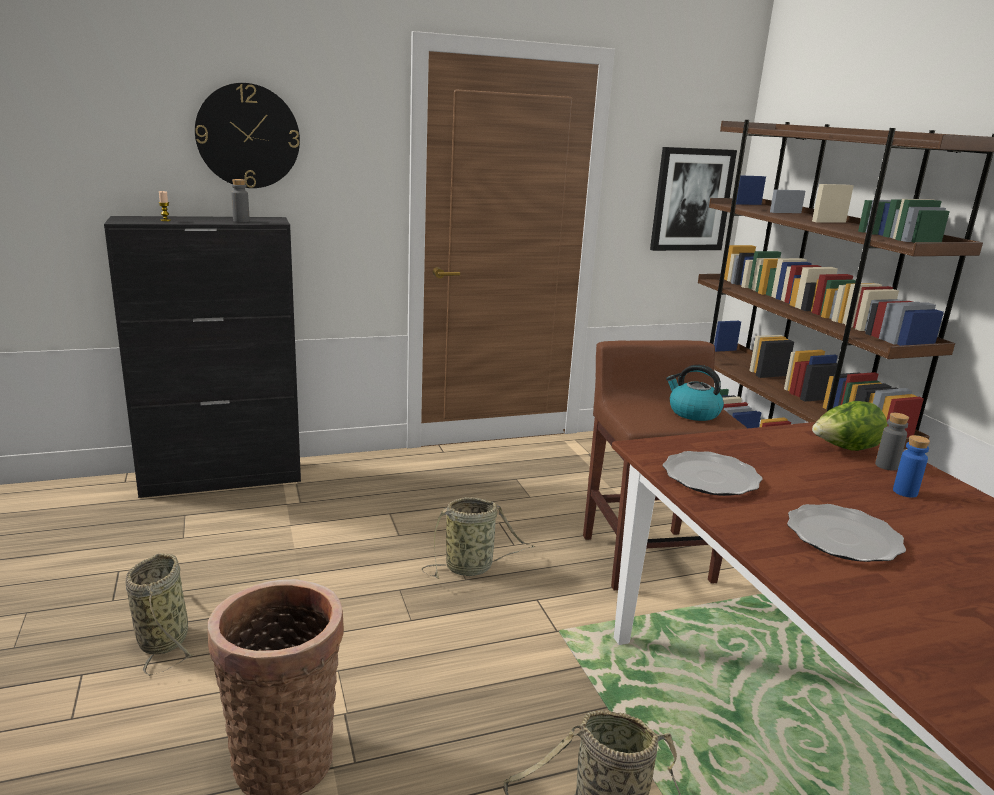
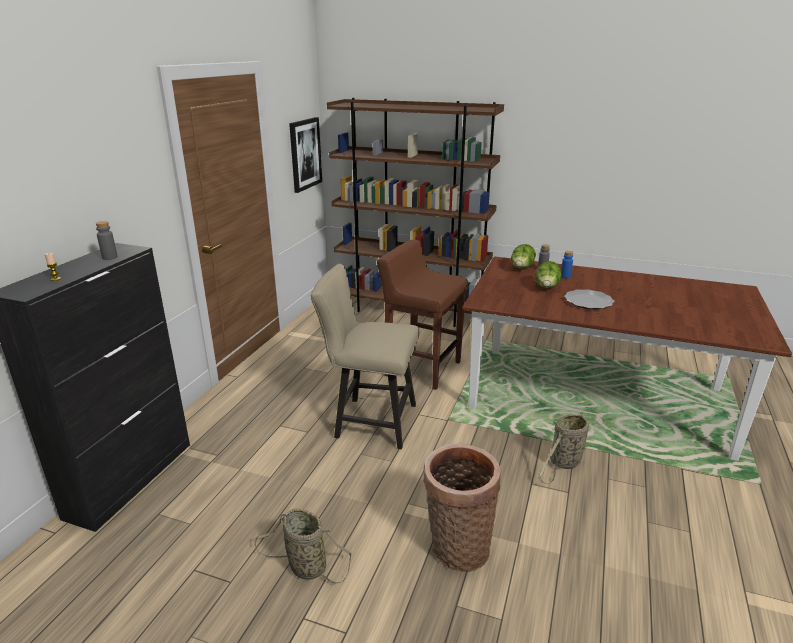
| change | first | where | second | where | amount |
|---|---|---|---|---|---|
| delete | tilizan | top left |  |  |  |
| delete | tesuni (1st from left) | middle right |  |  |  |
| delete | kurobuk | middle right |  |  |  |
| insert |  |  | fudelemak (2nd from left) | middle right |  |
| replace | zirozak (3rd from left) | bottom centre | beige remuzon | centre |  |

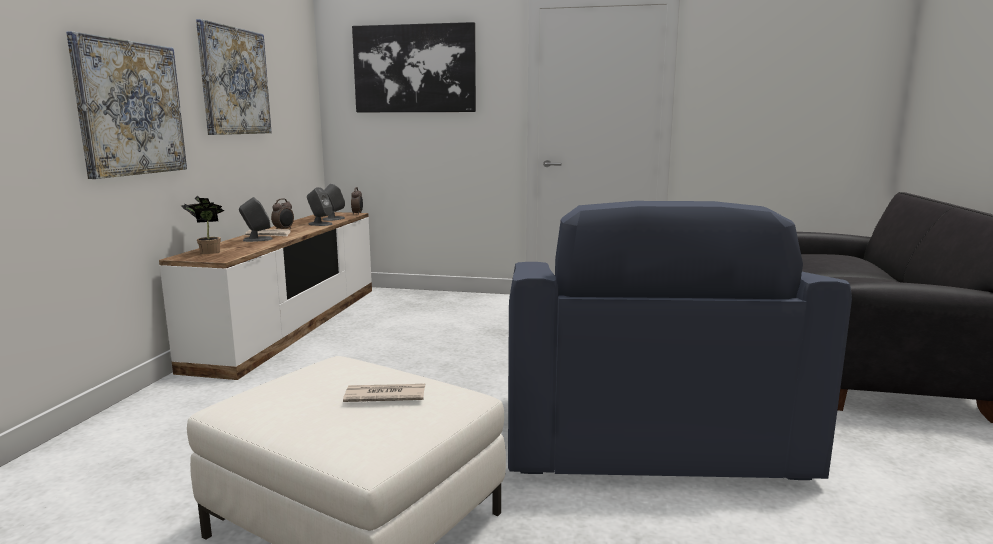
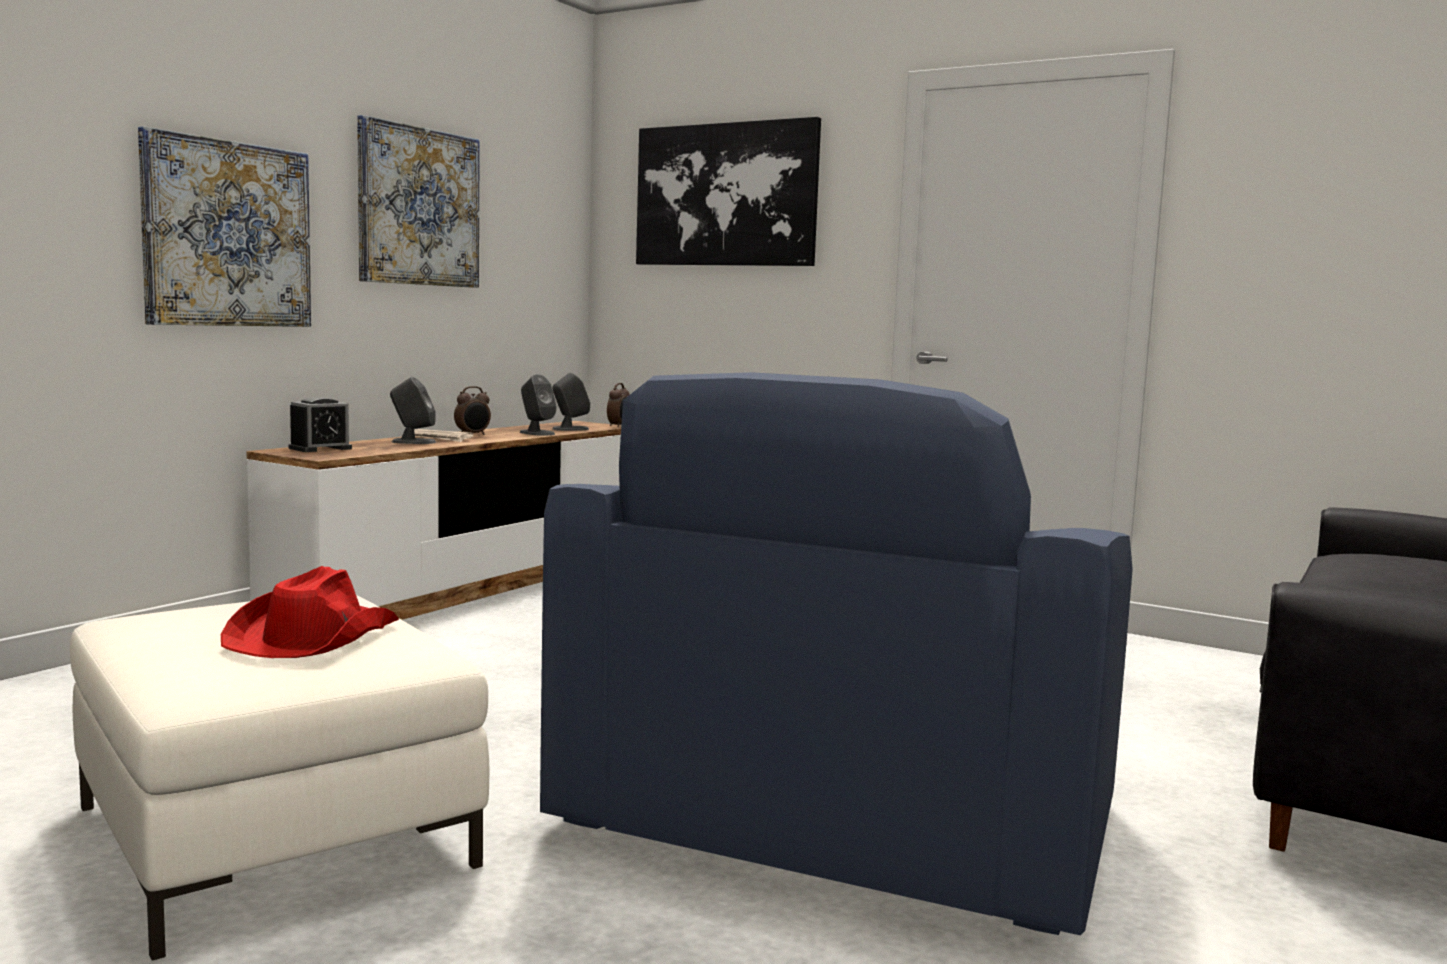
| change | first | where | second | where | amount |
|---|---|---|---|---|---|
| replace | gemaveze | middle left | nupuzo (1st from left) | middle left |  |
| replace | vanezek (2nd from left) | bottom centre | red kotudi | middle left |  |

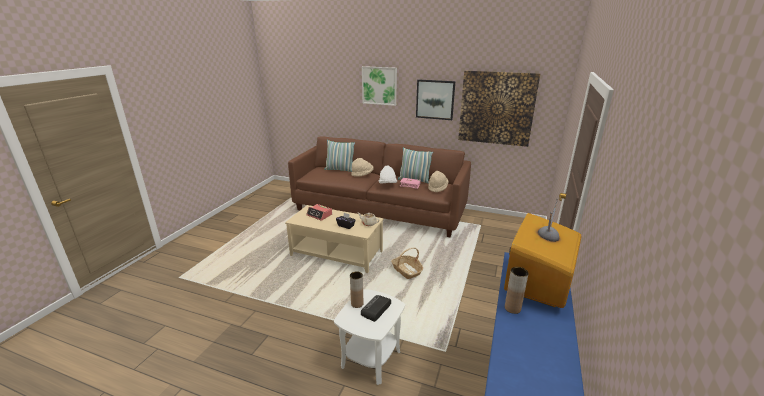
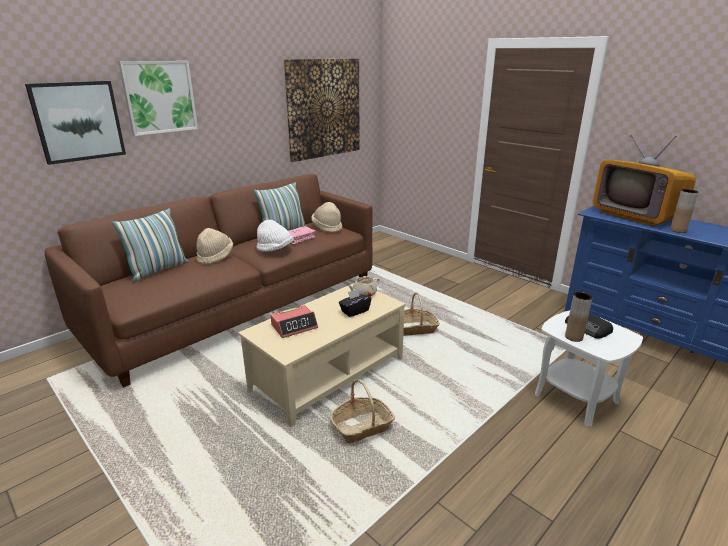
| change | first | where | second | where | amount |
|---|---|---|---|---|---|
| insert |  |  | zirozak (1st from left) | bottom centre |  |
| move | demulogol (2nd from left in the first image) | top centre | demulogol (1st from left) | top left |  |

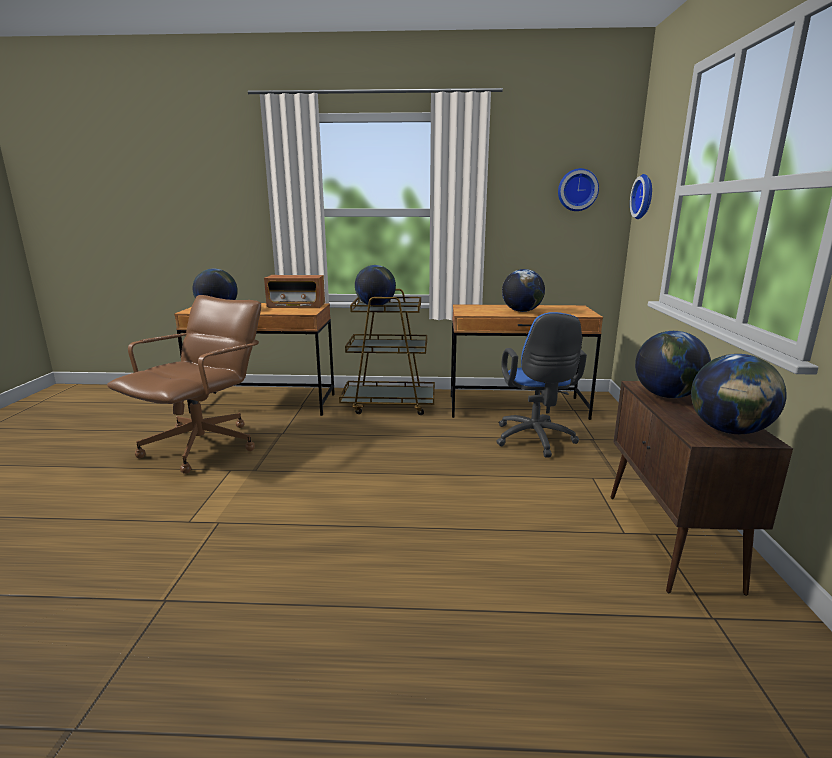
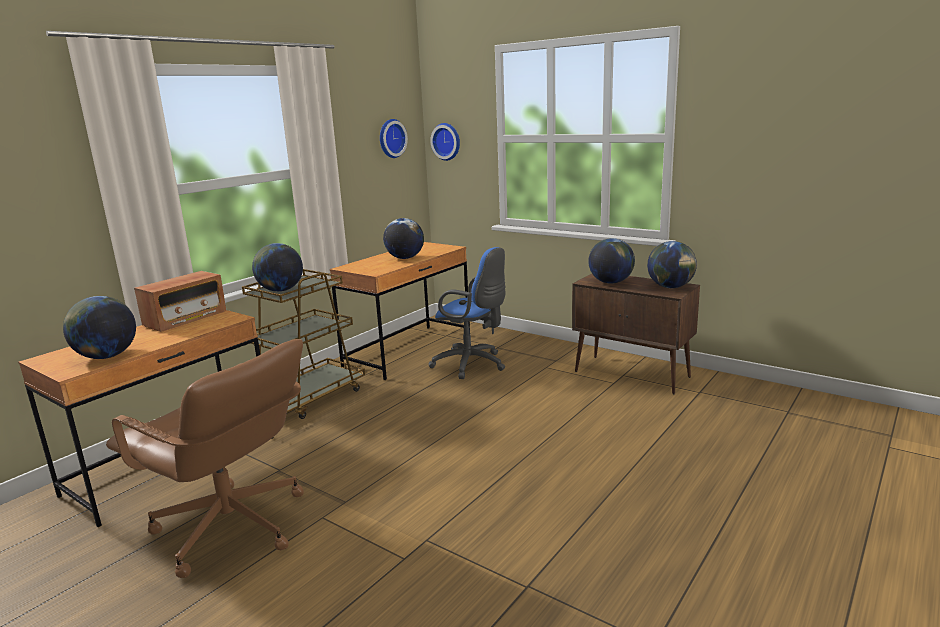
| change | first | where | second | where | amount |
|---|---|---|---|---|---|
| rotate | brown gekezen | middle left |  | bottom left | 150 degrees clockwise |

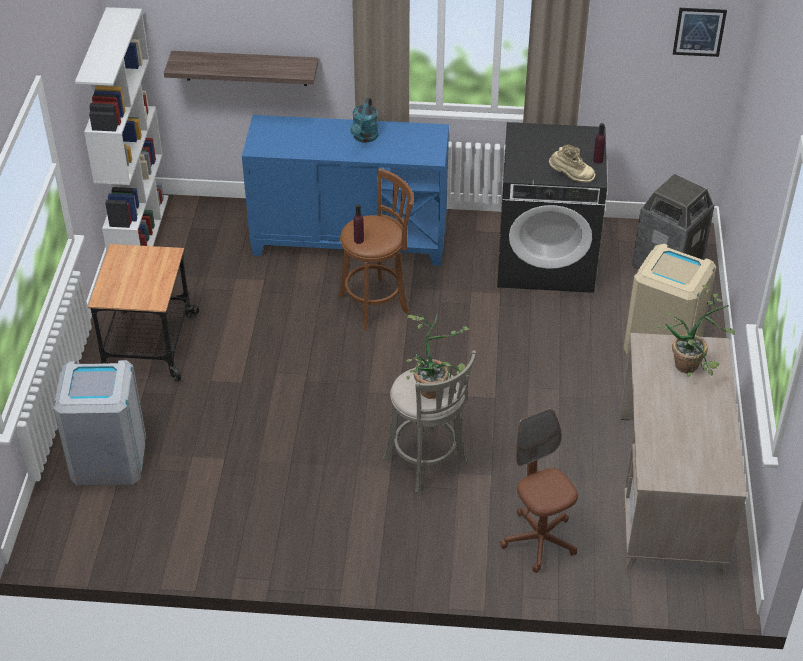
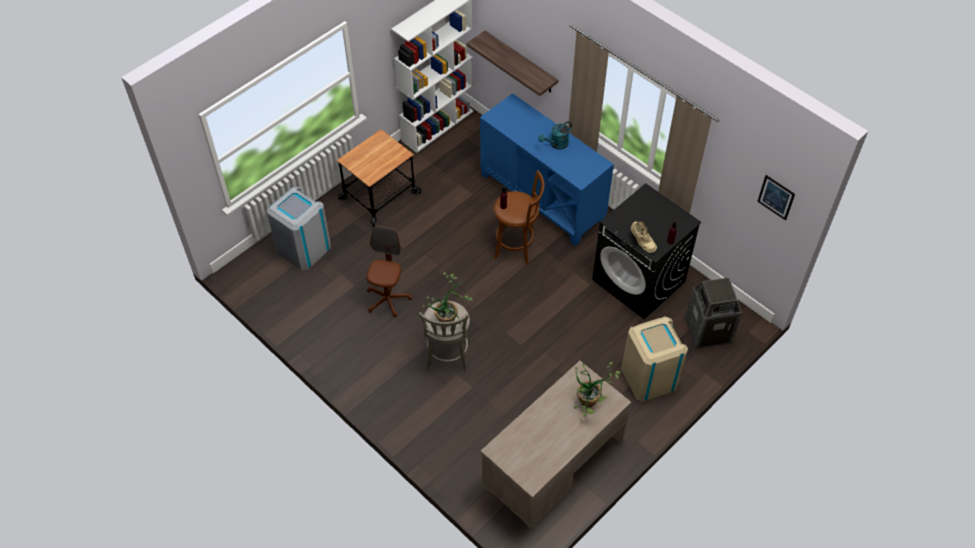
| change | first | where | second | where | amount |
|---|---|---|---|---|---|
| move | brown gekezen | bottom right |  | centre |  |

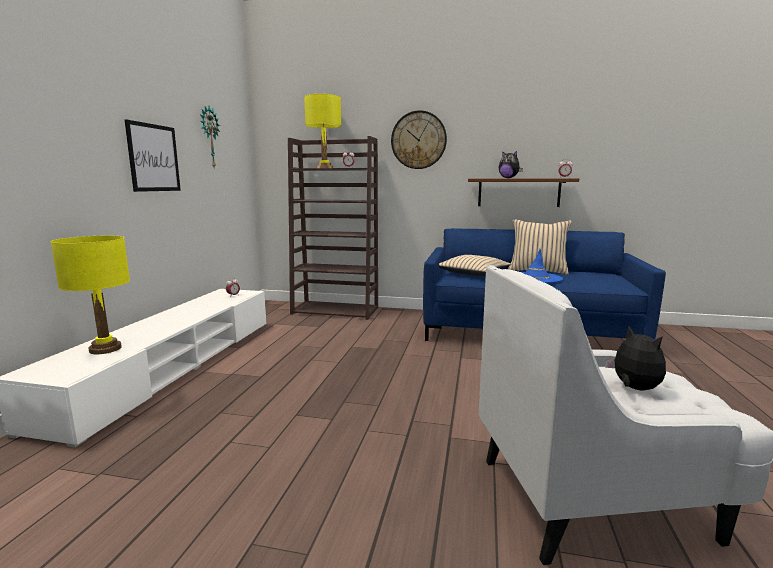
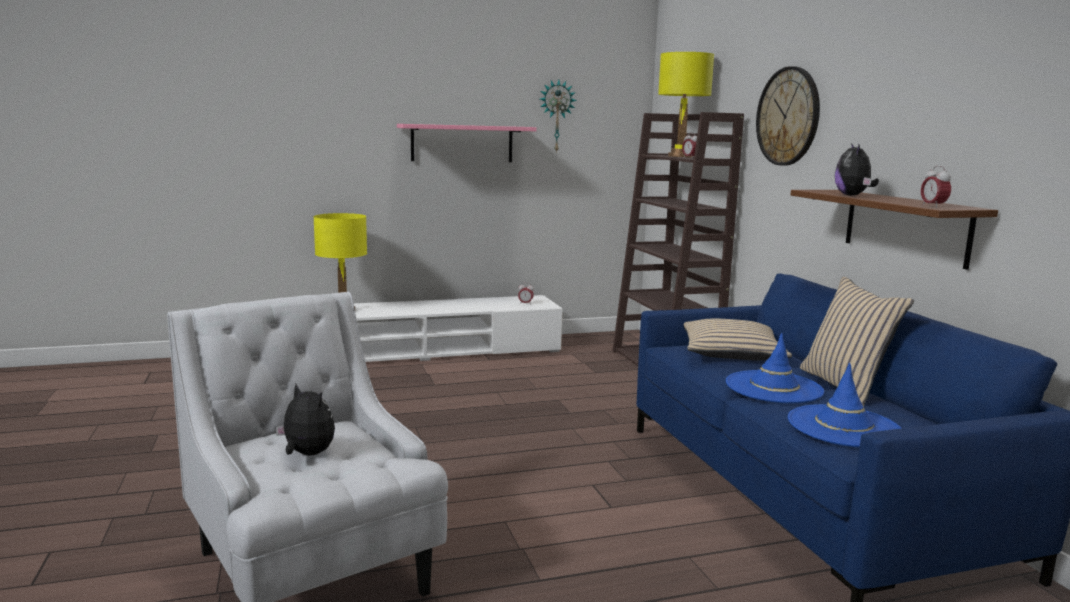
| change | first | where | second | where | amount |
|---|---|---|---|---|---|
| insert |  |  | blue kotudi (2nd from left) | bottom right |  |
| replace | demulogol | top left | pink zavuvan | top centre |  |
| rotate | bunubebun (2nd from left in the first image) | middle right | bunubebun (1st from left) | bottom left | 90 degrees counterclockwise |

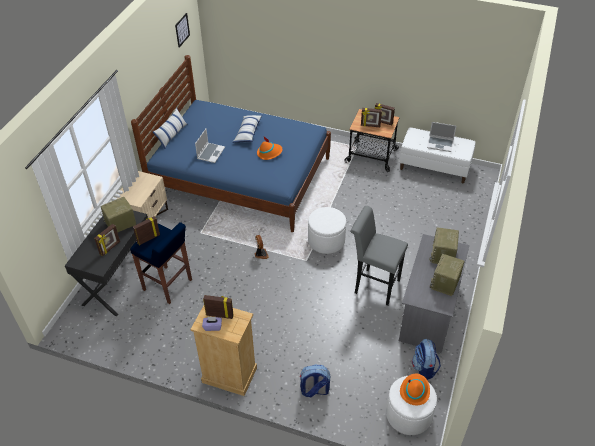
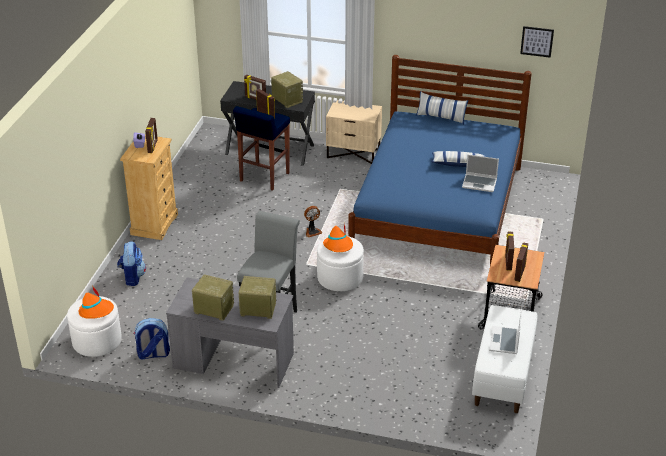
| change | first | where | second | where | amount |
|---|---|---|---|---|---|
| move | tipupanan (1st from left) | top centre |  | middle right |  |
| move | orange kotudi (1st from left in the first image) | top centre | orange kotudi (2nd from left) | centre |  |

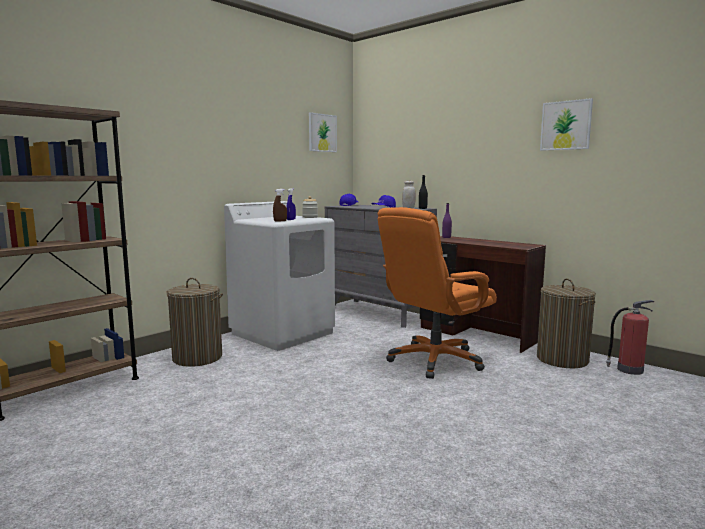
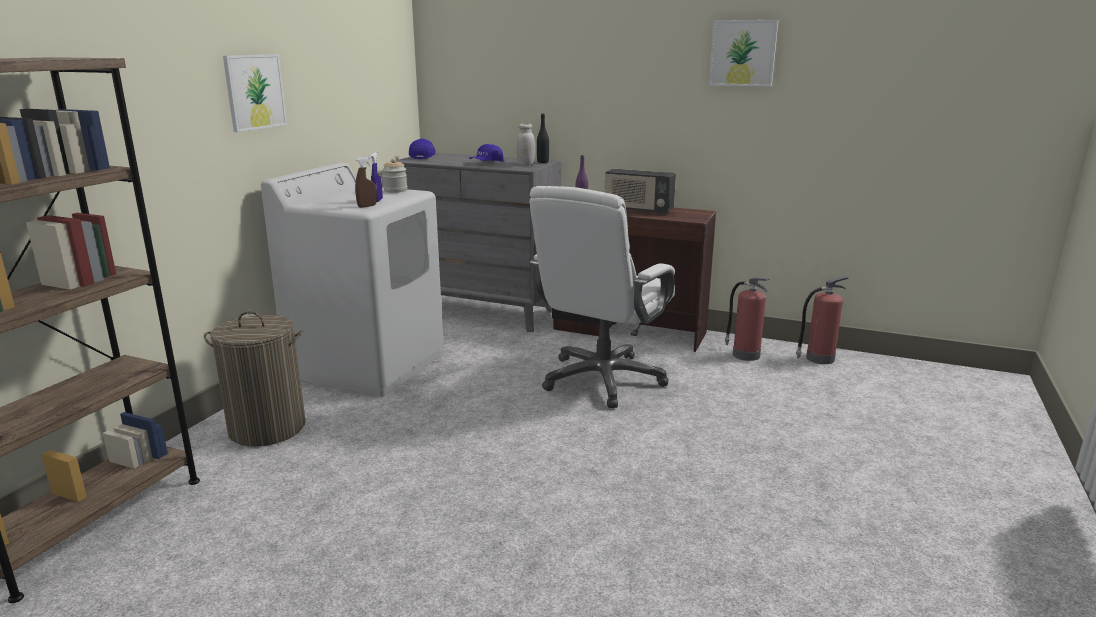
| change | first | where | second | where | amount |
|---|---|---|---|---|---|
| insert |  |  | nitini | top centre |  |
| move | demulogol (1st from left) | top centre |  | top left |  |
| replace | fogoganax (2nd from left) | middle right | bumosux (1st from left) | middle right |  |
| recolor | orange gekezen | centre | white gekezen | centre |  |

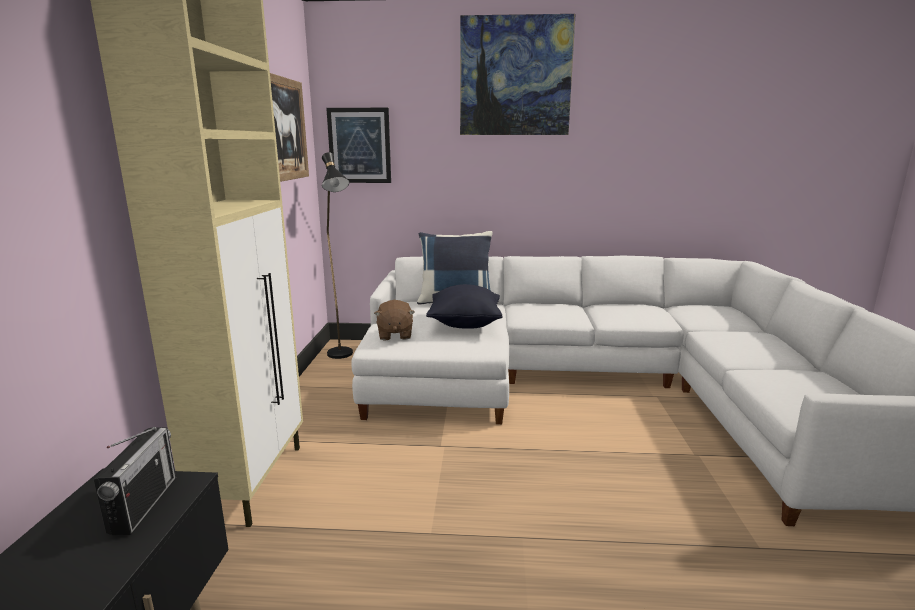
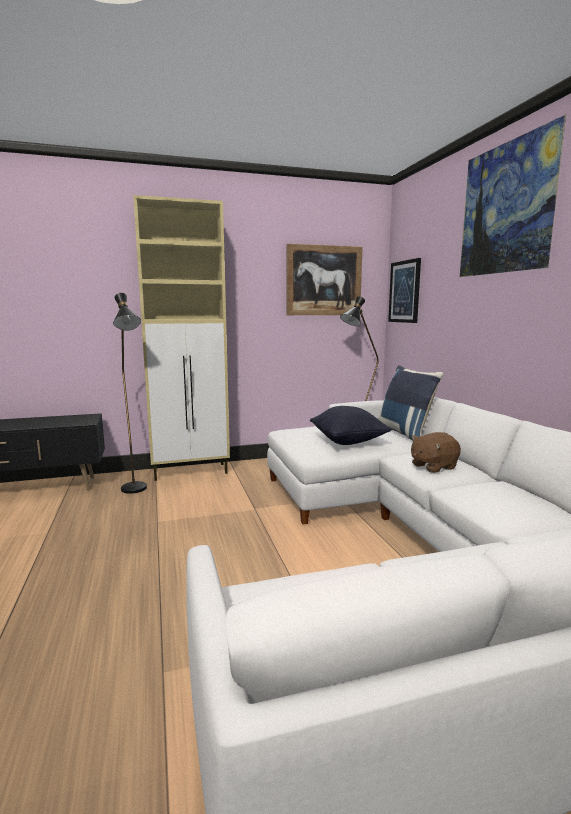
| change | first | where | second | where | amount |
|---|---|---|---|---|---|
| delete | nitini | bottom left |  |  |  |
| insert |  |  | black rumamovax (1st from left) | middle left |  |
| move | brown bunubebun | centre |  | middle right |  |

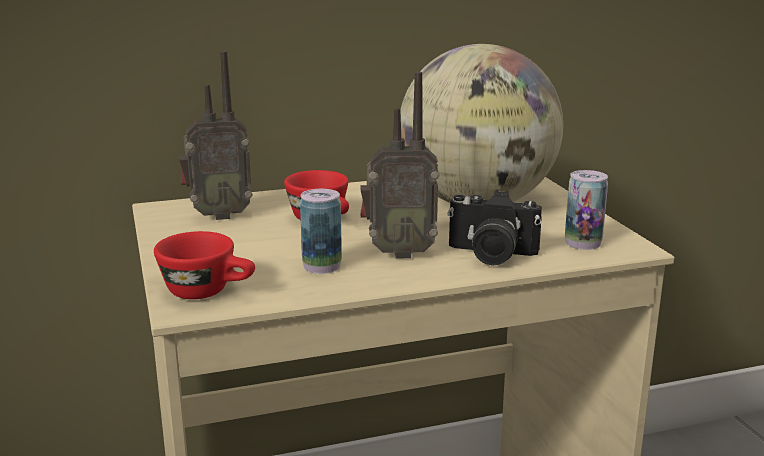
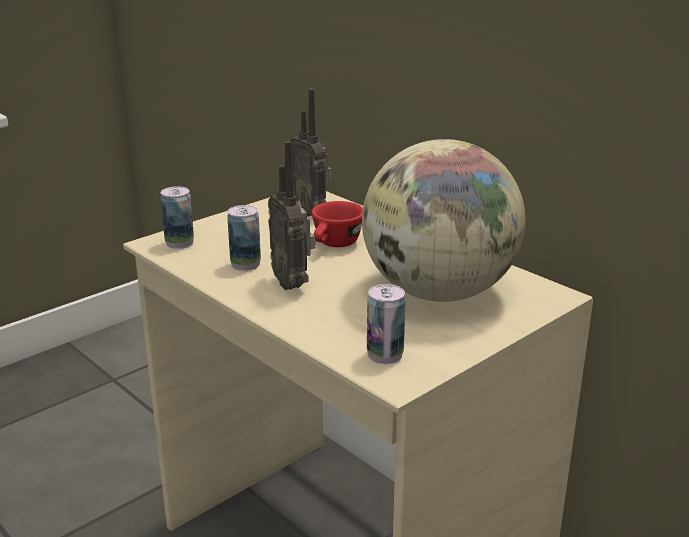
| change | first | where | second | where | amount |
|---|---|---|---|---|---|
| delete | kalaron | centre |  |  |  |
| replace | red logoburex (1st from left) | middle left | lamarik (1st from left) | middle left |  |

